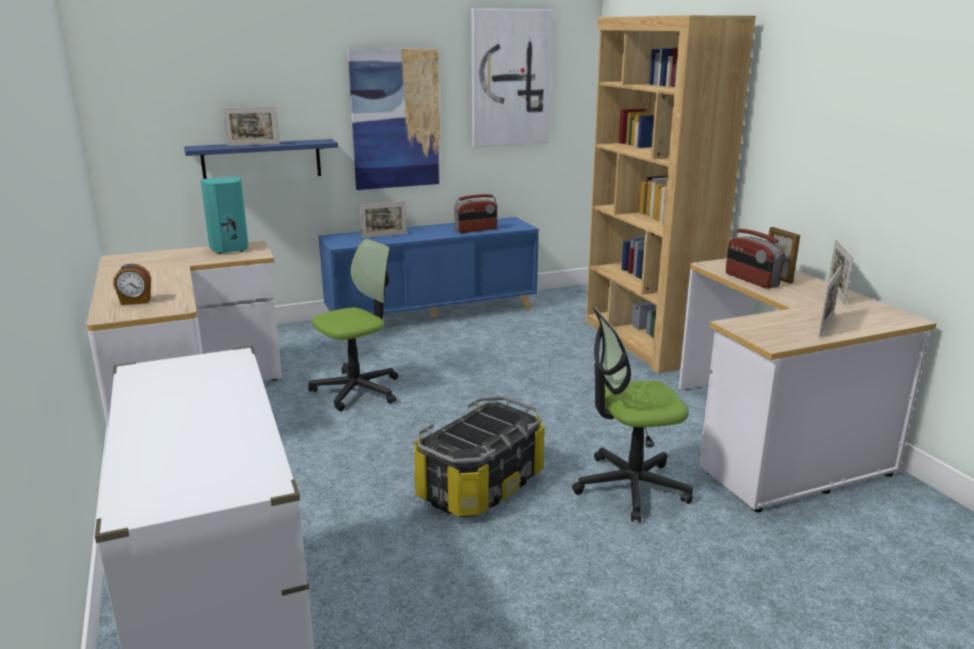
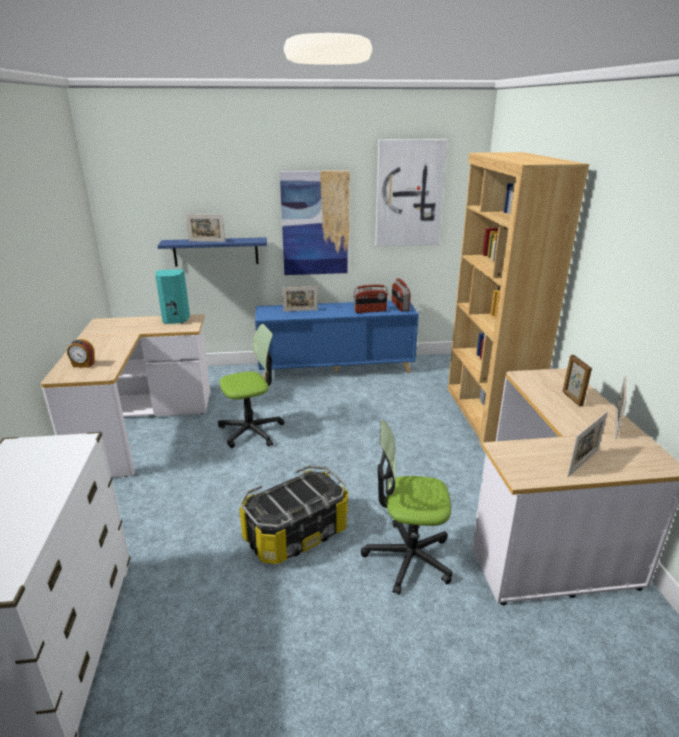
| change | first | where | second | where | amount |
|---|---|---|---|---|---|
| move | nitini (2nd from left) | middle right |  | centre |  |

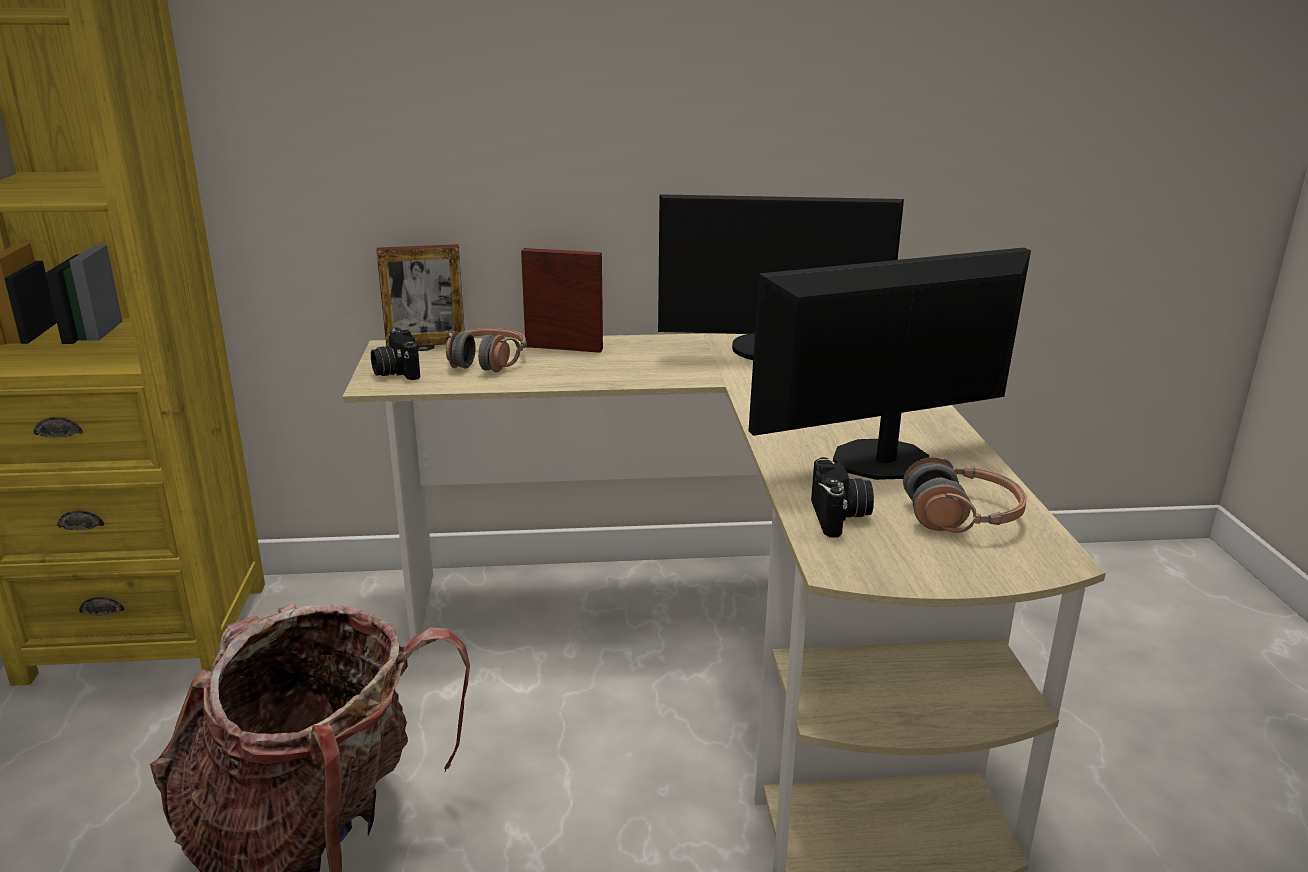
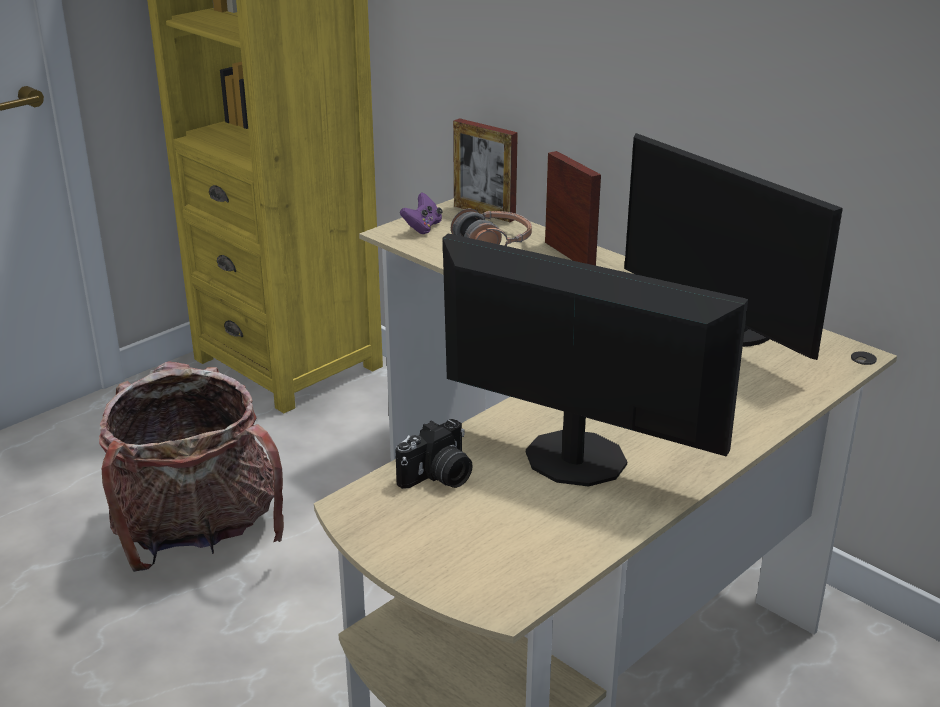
| change | first | where | second | where | amount |
|---|---|---|---|---|---|
| delete | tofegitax (2nd from left) | middle right |  |  |  |
| replace | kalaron (1st from left) | middle left | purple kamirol | top centre |  |

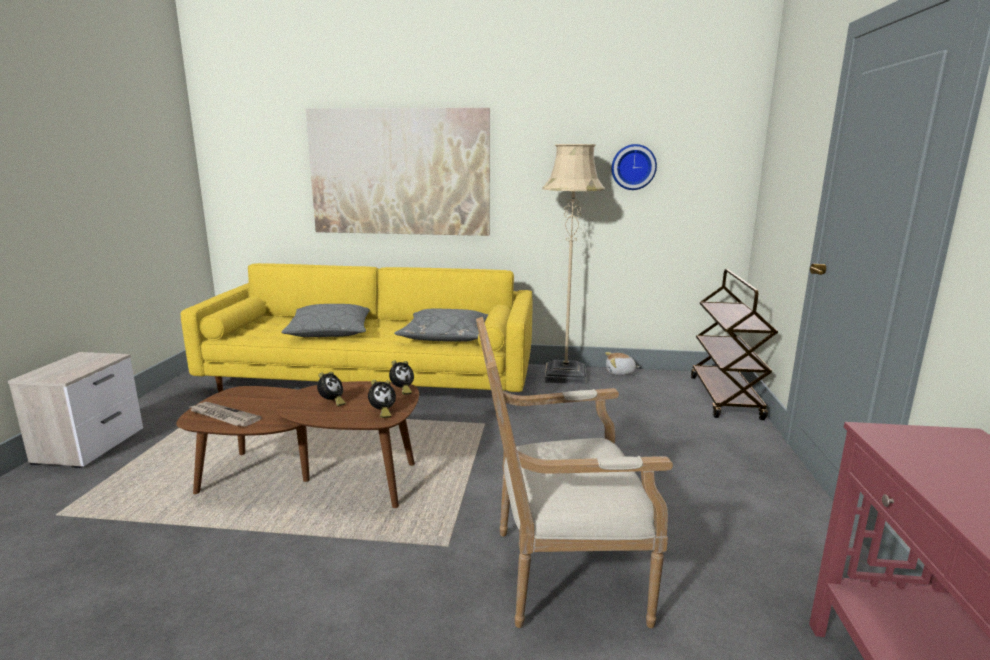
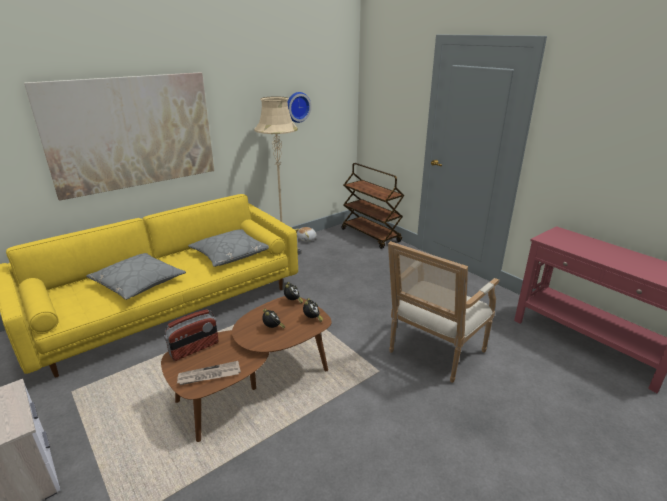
| change | first | where | second | where | amount |
|---|---|---|---|---|---|
| insert |  |  | nitini | bottom left |  |

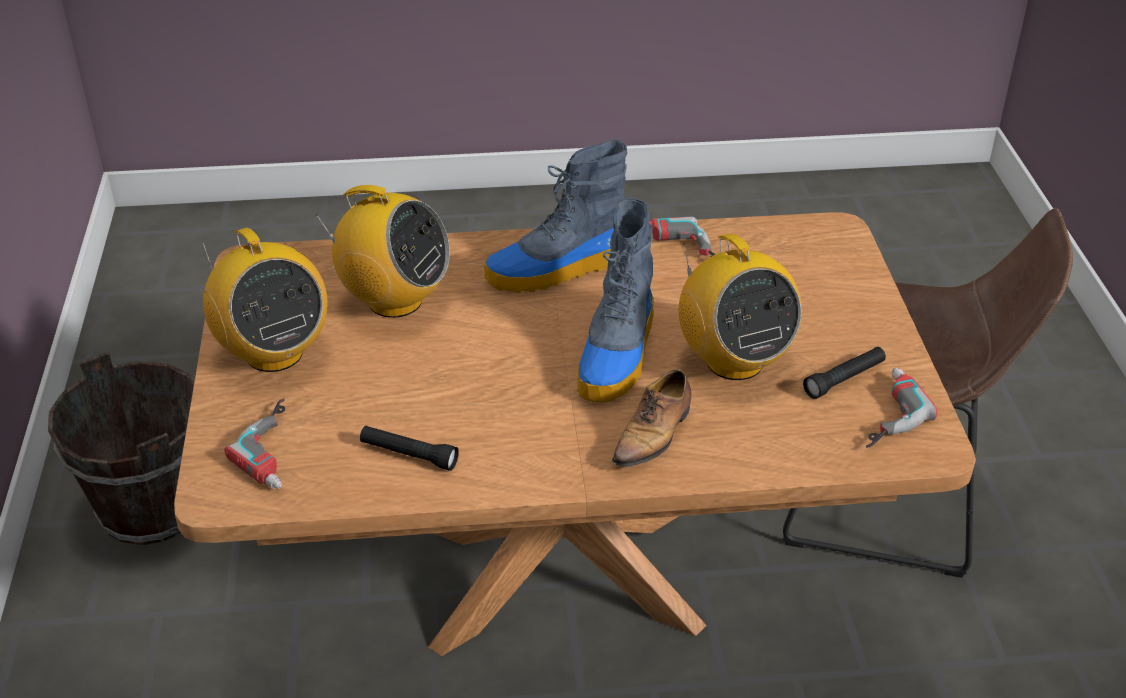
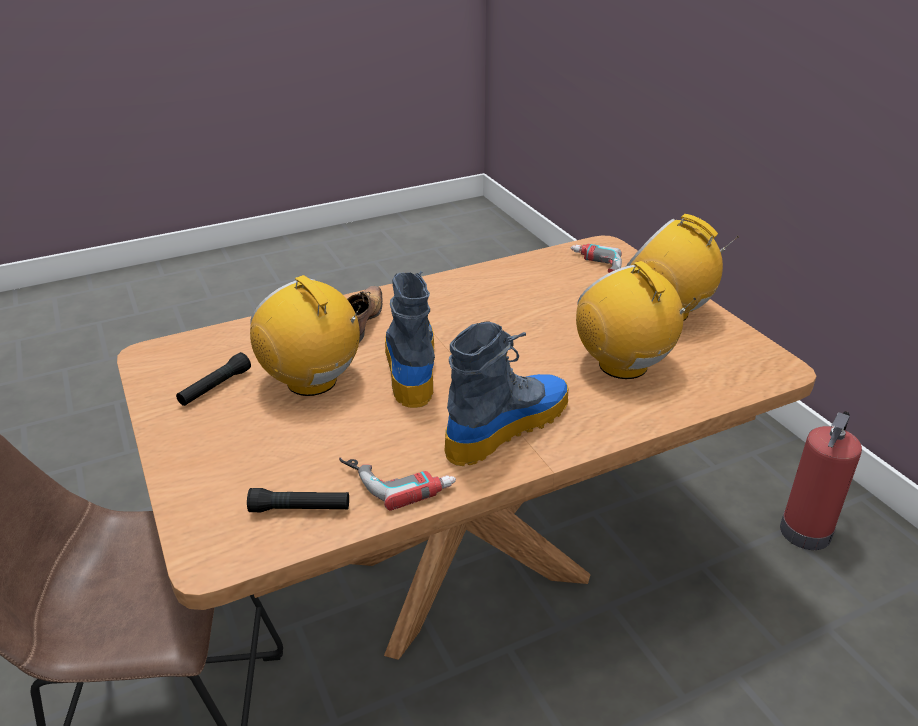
| change | first | where | second | where | amount |
|---|---|---|---|---|---|
| delete | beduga (3rd from left) | middle right |  |  |  |
| move | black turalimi (1st from left in the first image) | centre | black turalimi (2nd from left) | bottom left |  |
| replace | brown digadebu | middle left | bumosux | middle right |  |
| rotate | nitini (2nd from left) | centre |  | middle right | 60 degrees clockwise |

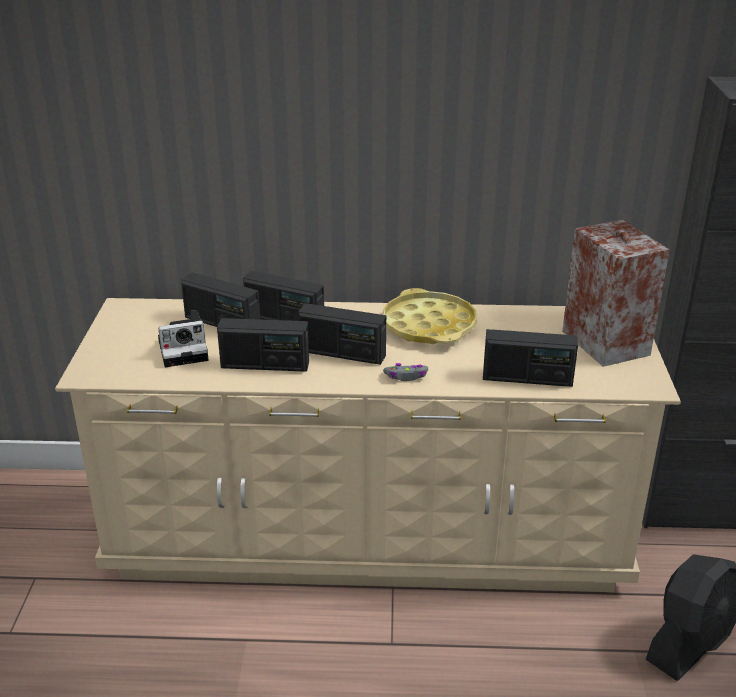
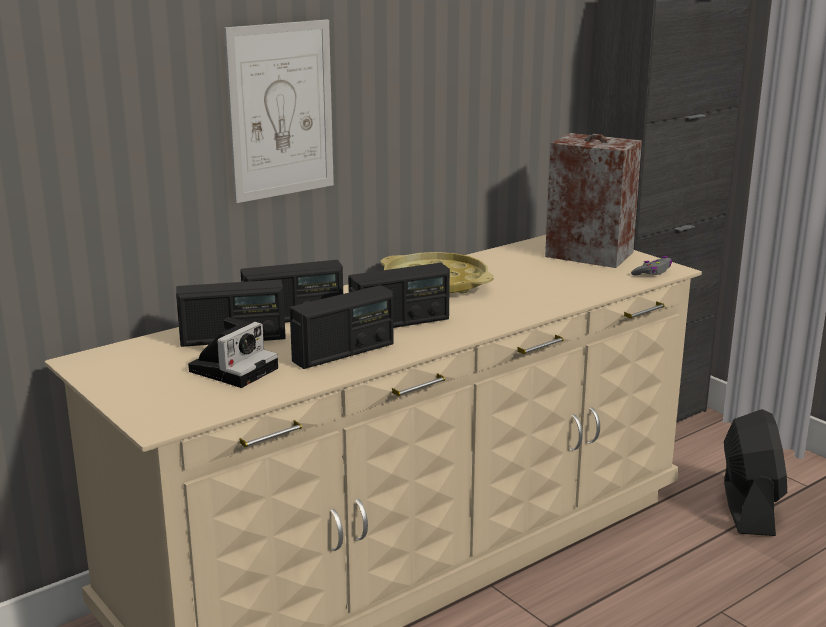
| change | first | where | second | where | amount |
|---|---|---|---|---|---|
| delete | nitini (5th from left) | middle right |  |  |  |
| insert |  |  | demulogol | top centre |  |
| move | grey kamirol | centre |  | middle right |  |

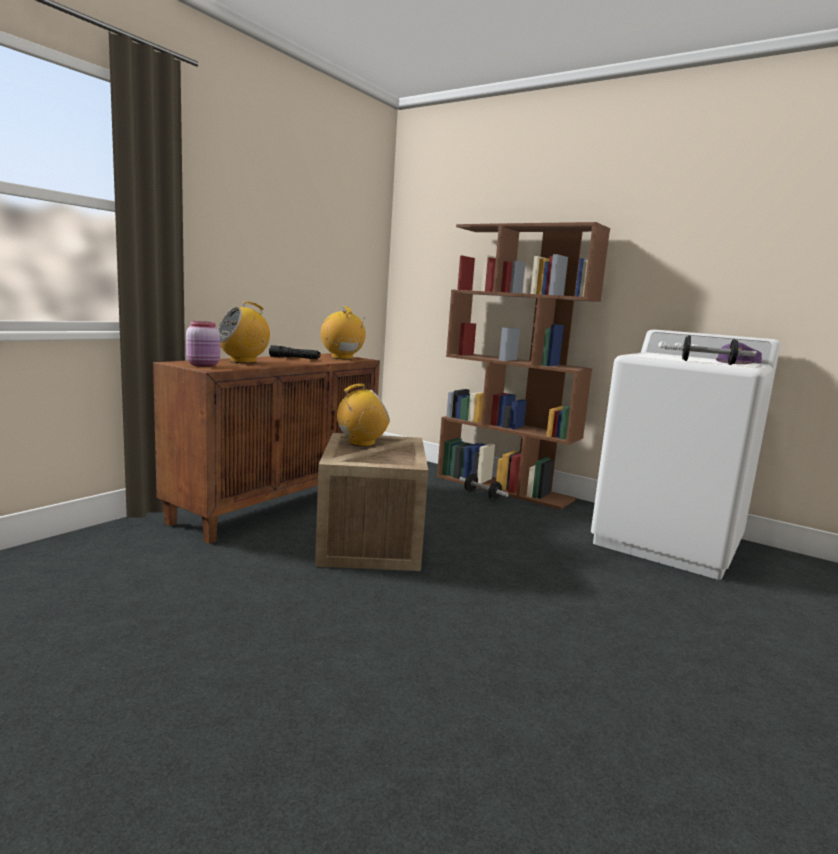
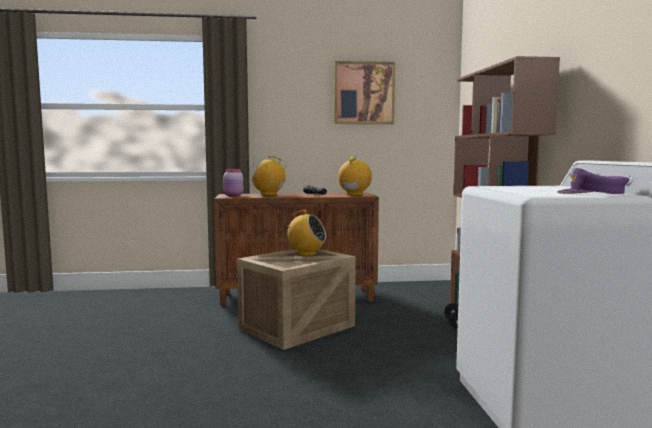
| change | first | where | second | where | amount |
|---|---|---|---|---|---|
| delete | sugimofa (2nd from left) | middle right |  |  |  |
| insert |  |  | demulogol | top centre |  |

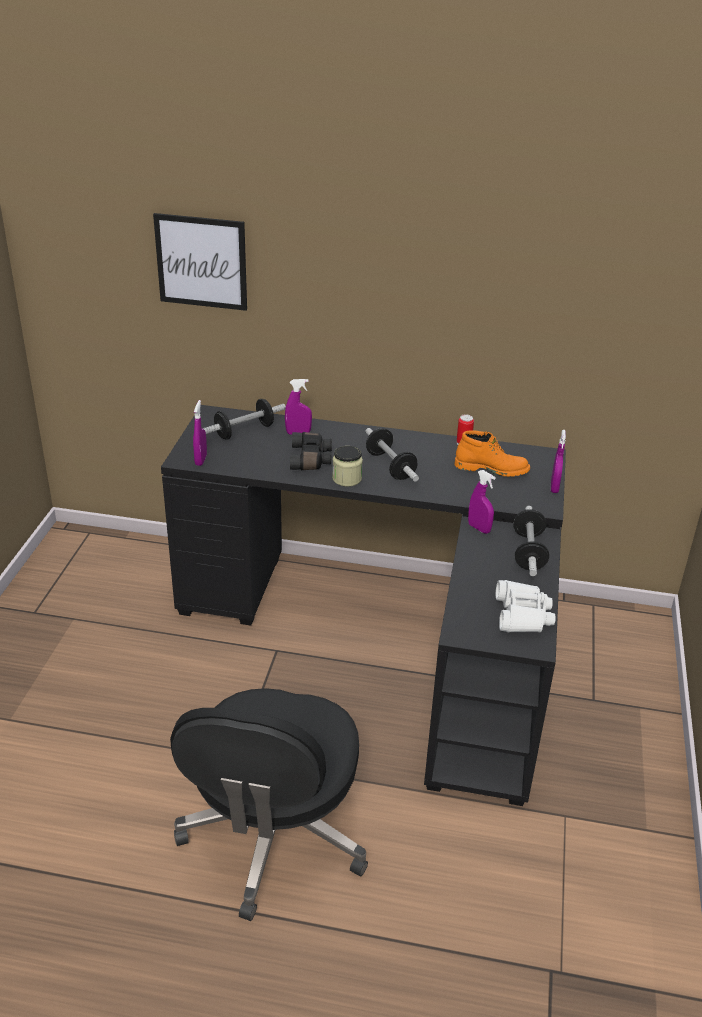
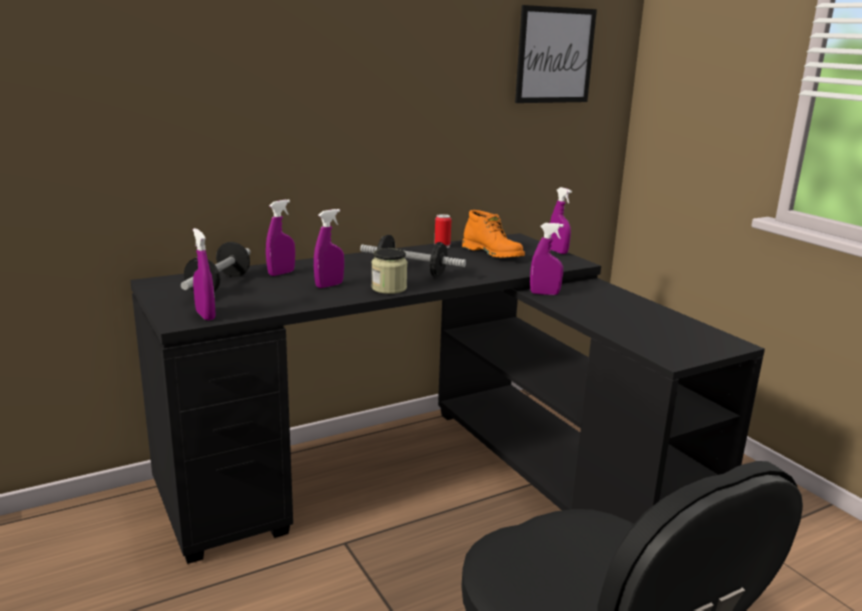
| change | first | where | second | where | amount |
|---|---|---|---|---|---|
| delete | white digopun | middle right |  |  |  |
| delete | sugimofa (3rd from left) | middle right |  |  |  |
| move | demulogol | top left |  | top centre |  |
| replace | black digopun | centre | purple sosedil (3rd from left) | centre |  |
| rotate | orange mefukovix | middle right |  | centre | 75 degrees clockwise |

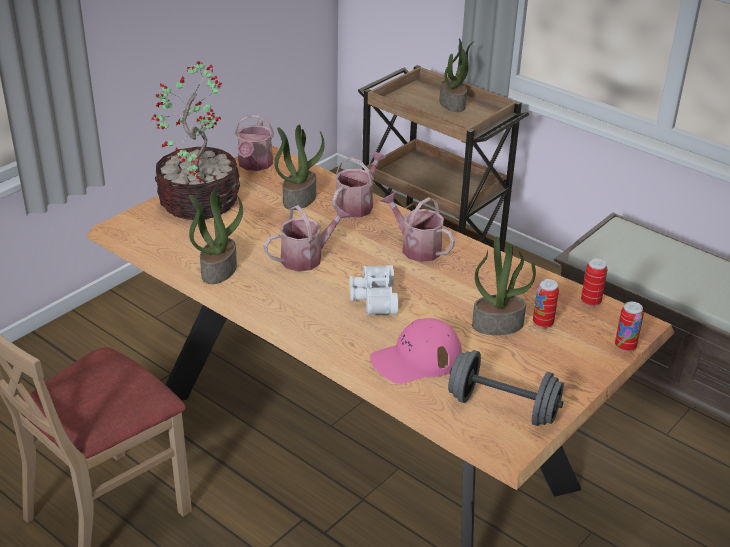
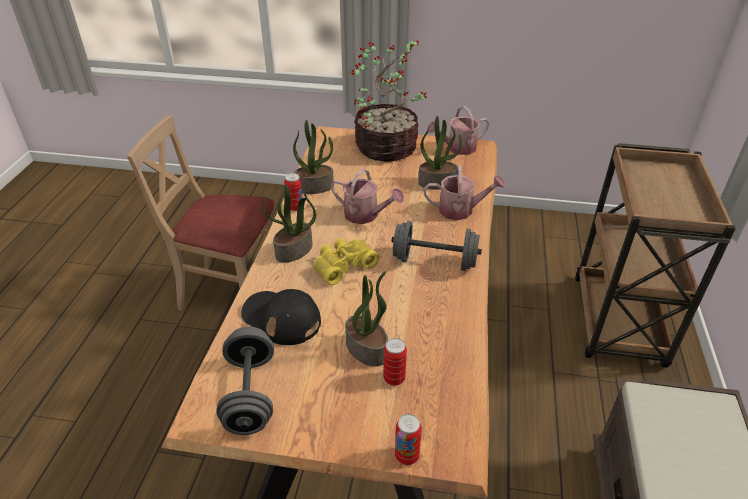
| change | first | where | second | where | amount |
|---|---|---|---|---|---|
| move | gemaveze (4th from left in the first image) | top centre | gemaveze (1st from left) | centre |  |
| move | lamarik (2nd from left in the first image) | middle right | lamarik (1st from left) | centre |  |
| replace | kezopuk (4th from left) | centre | grey sugimofa (2nd from left) | centre |  |
| recolor | white digopun | centre | yellow digopun | centre |  |
| recolor | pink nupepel | centre | black nupepel | centre |  |

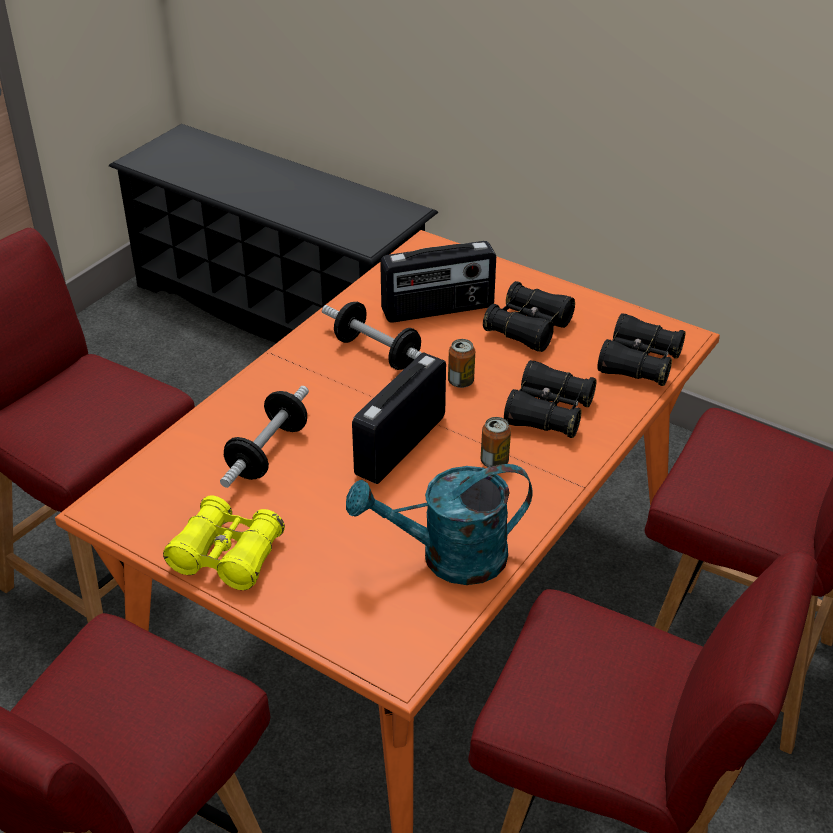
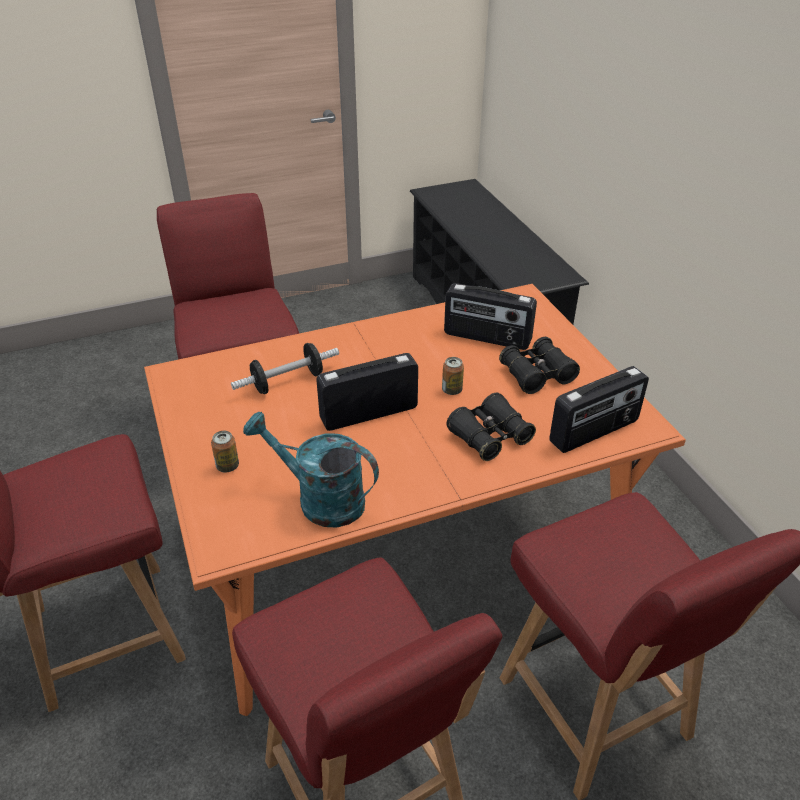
| change | first | where | second | where | amount |
|---|---|---|---|---|---|
| delete | yellow digopun | middle left |  |  |  |
| delete | sugimofa (2nd from left) | centre |  |  |  |
| move | lamarik (2nd from left in the first image) | centre | lamarik (1st from left) | middle left |  |
| replace | black digopun (3rd from left) | middle right | nitini (3rd from left) | middle right |  |

